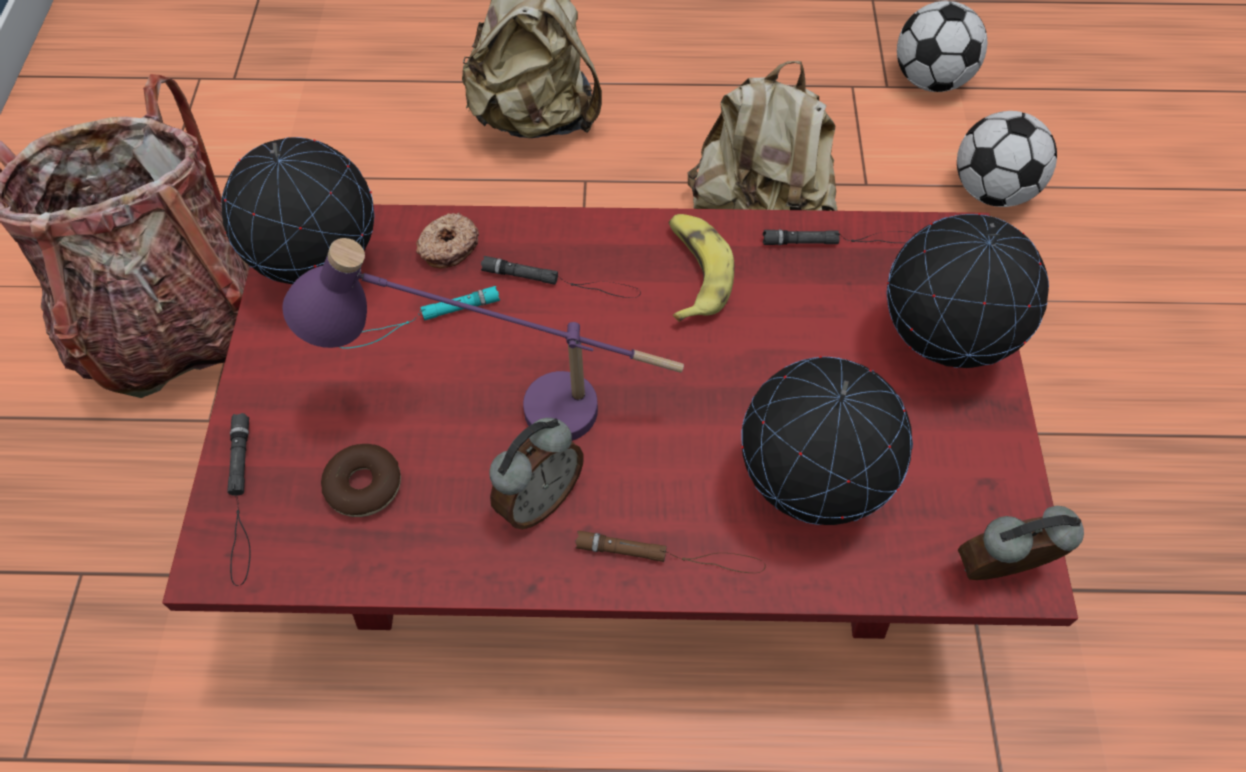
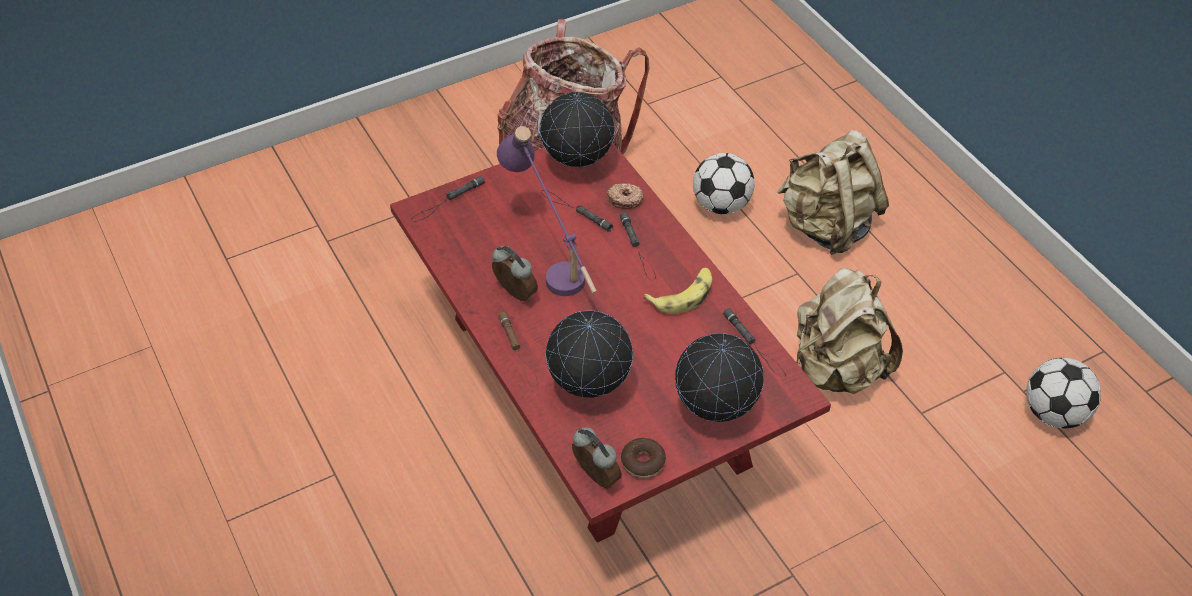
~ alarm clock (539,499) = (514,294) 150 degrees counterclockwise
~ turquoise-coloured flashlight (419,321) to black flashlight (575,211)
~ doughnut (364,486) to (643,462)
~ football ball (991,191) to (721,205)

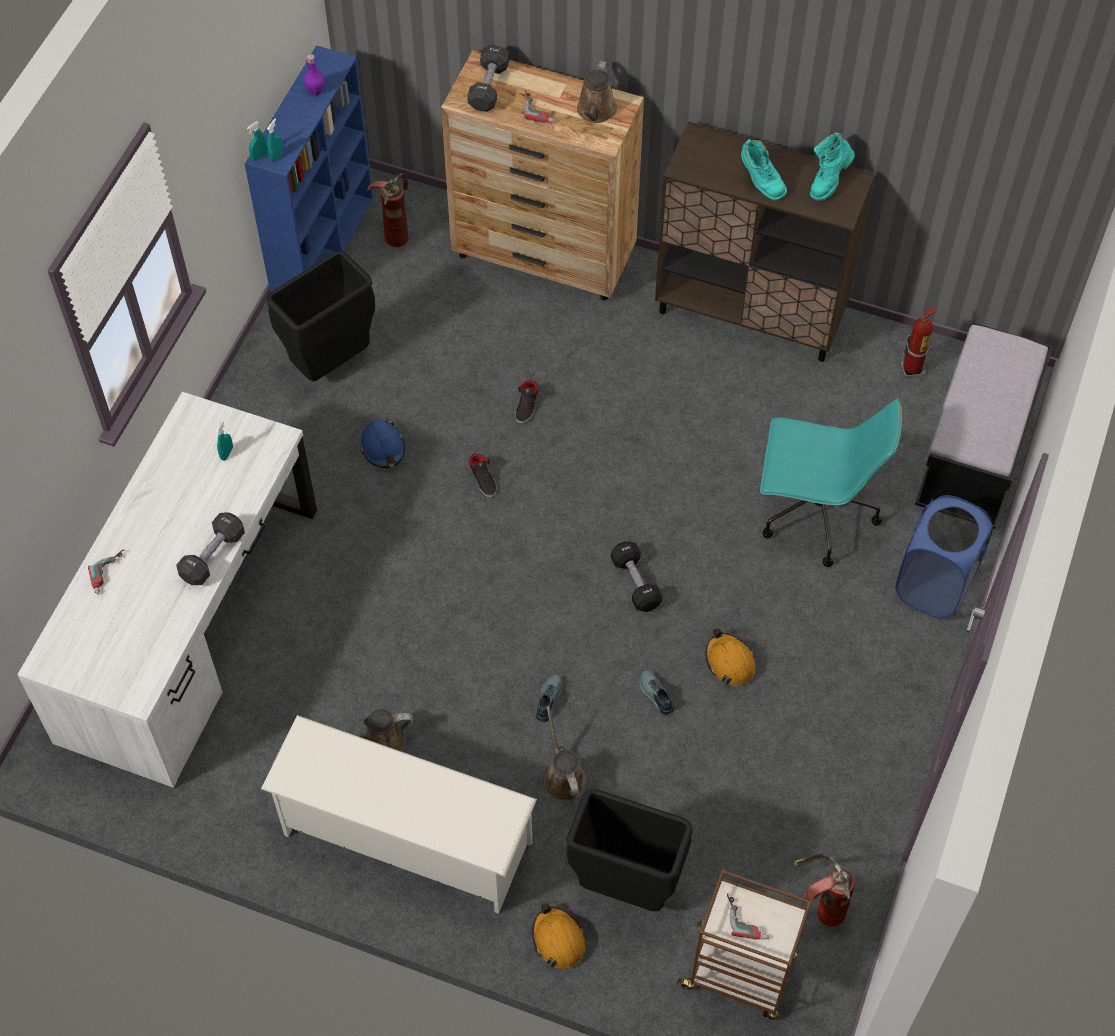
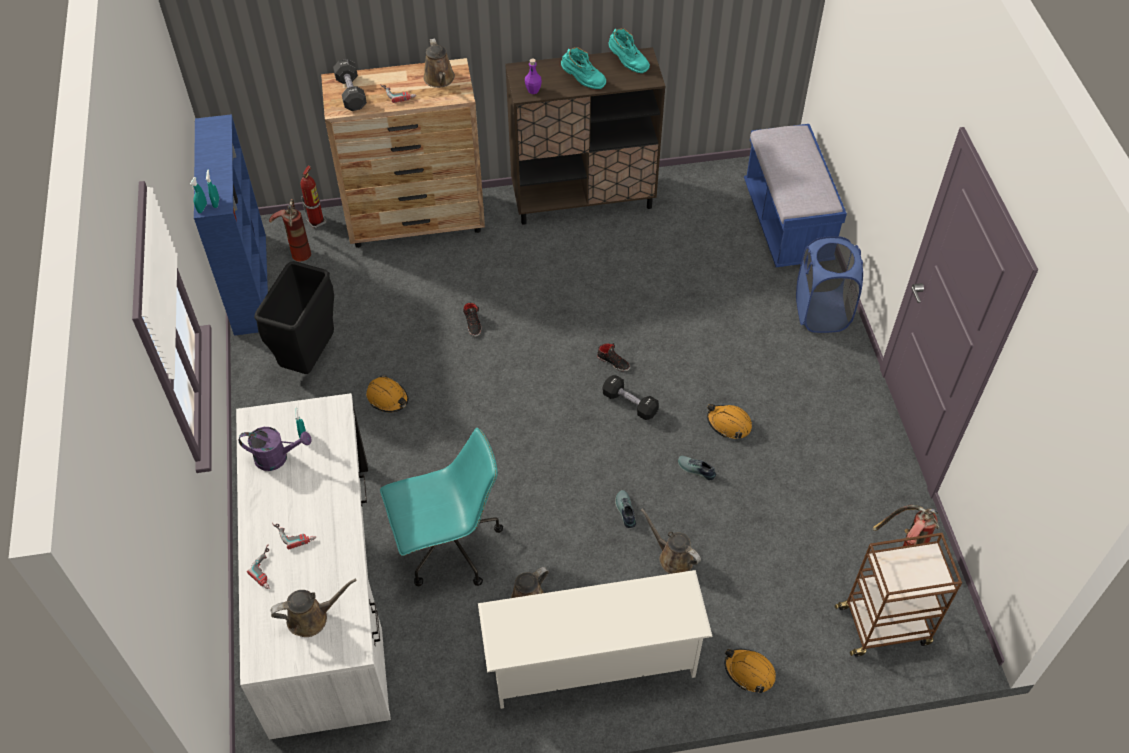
+ purple watering can (277,457)
+ brown-coloured watering can (311,617)
~ power drill (747,918) to (295,532)
~ fire extinguisher (912,369) to (317,221)
~ blue-coloured safety helmet (383,448) to orangey safety helmet (387,398)
~ turquoise-coloured desk chair (815,514) to (448,547)
~ purple drink bottle (315,91) to (533,90)
~ black item of footwear (483,480) to (613,362)
~ turquoise-coloured high-top boot (828,181) = (627,63) 60 degrees counterclockwise
~ black long seat (974,456) to blue-coloured long seat (787,223)
- black hand weight (213,556)
- black trash can (625,888)

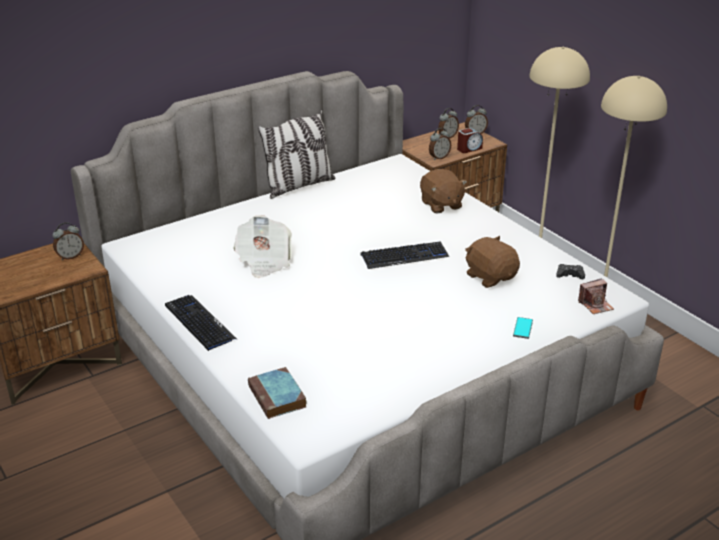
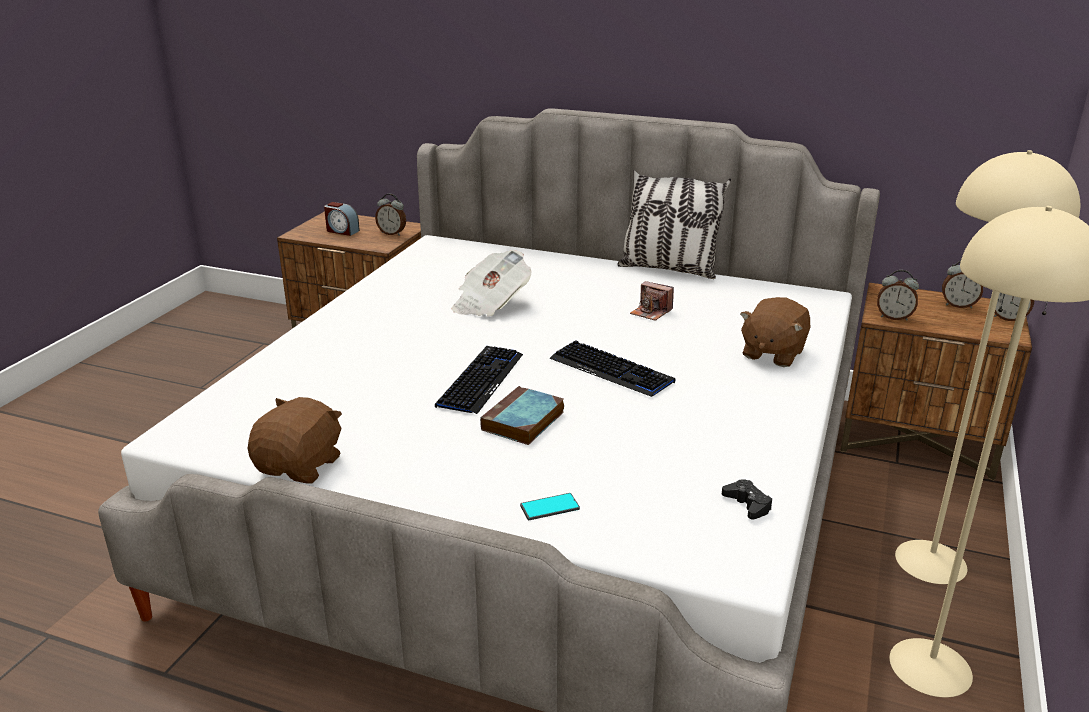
~ brown-coloured plush toy (490,276) to (301,466)
~ alarm clock (469,149) to (342,231)
~ computer keyboard (199,323) to (480,381)
~ volume (278,397) to (523,422)
~ still camera (595,305) to (651,312)

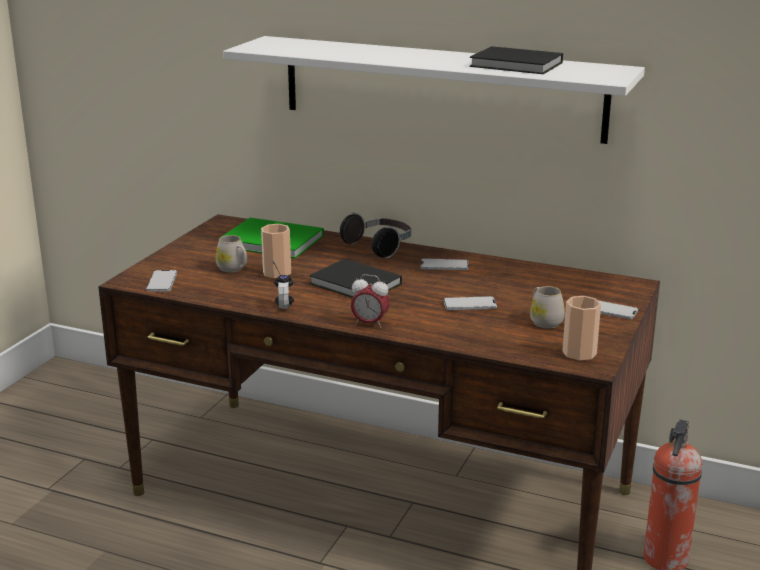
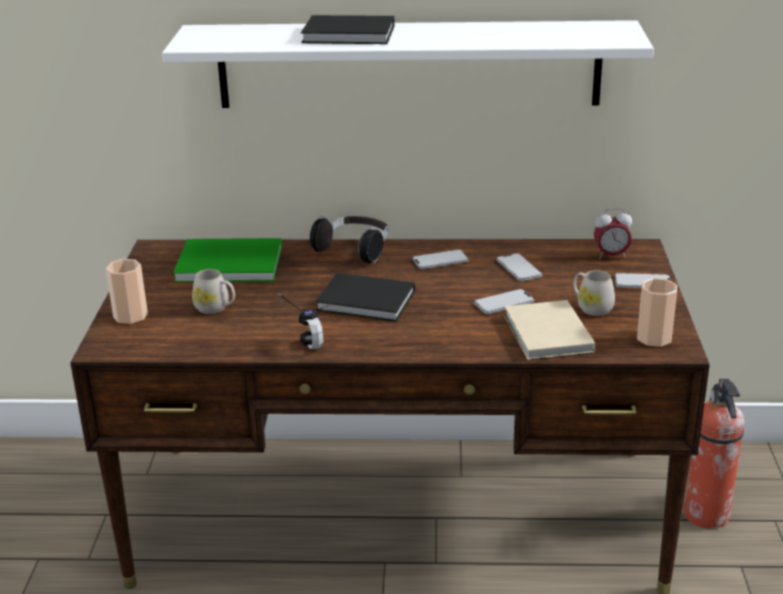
~ cup (277,273) to (130,316)
~ black volume (518,65) to (351,35)
~ handset (162,282) to (519,268)
+ beige volume (547,335)
~ alarm clock (370,324) to (611,256)

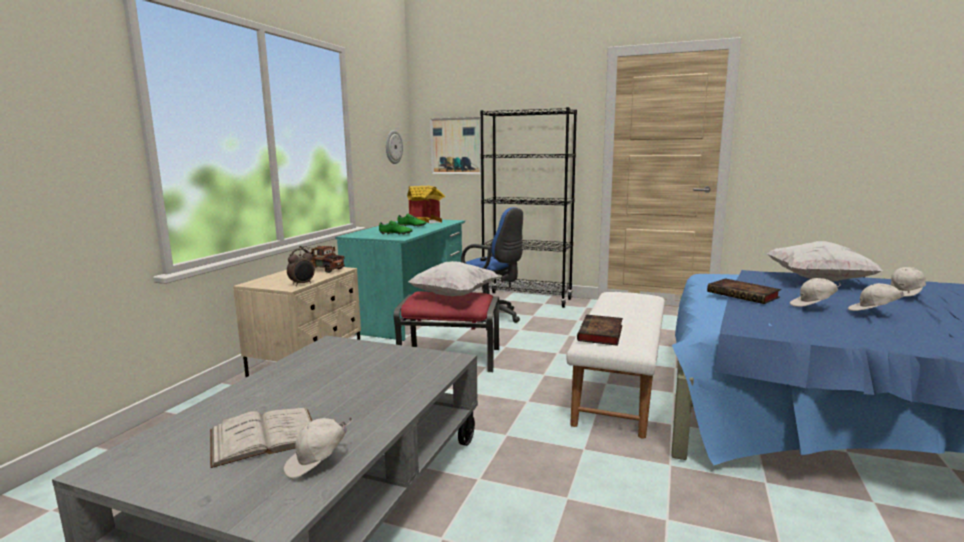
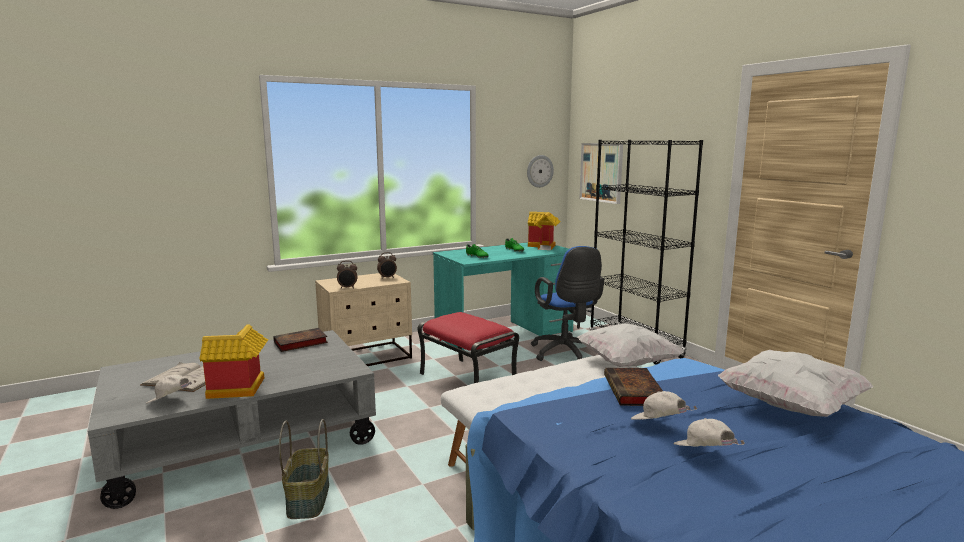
+ miniature house (238,390)
~ volume (601,334) to (299,343)
+ basket (307,499)
~ toy lorry (320,269) to alarm clock (387,278)
~ white-coloured throw pillow (454,295) to (627,363)
- white-coloured baseball cap (905,293)

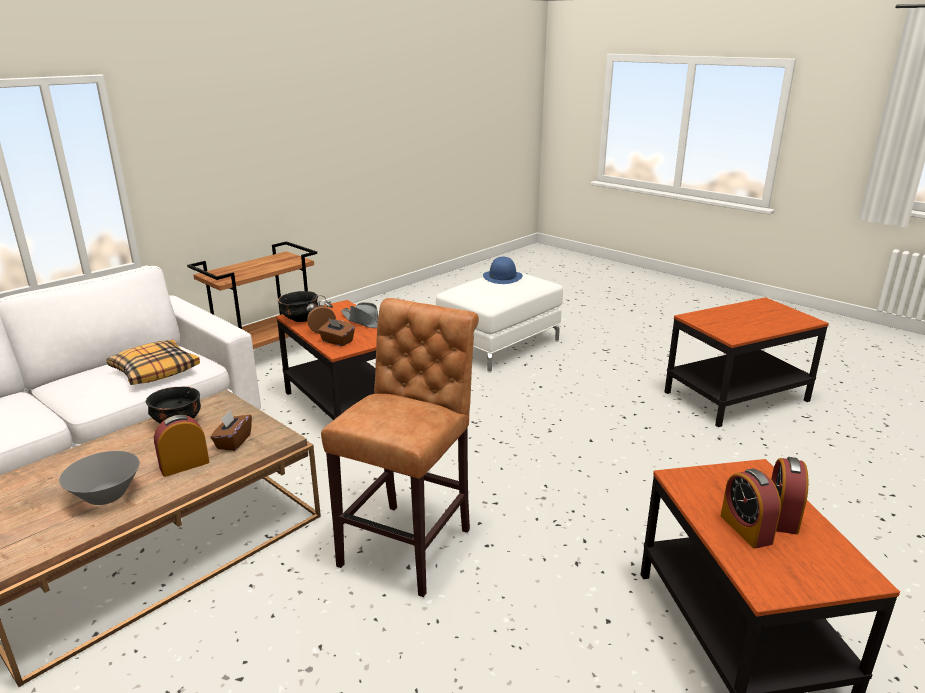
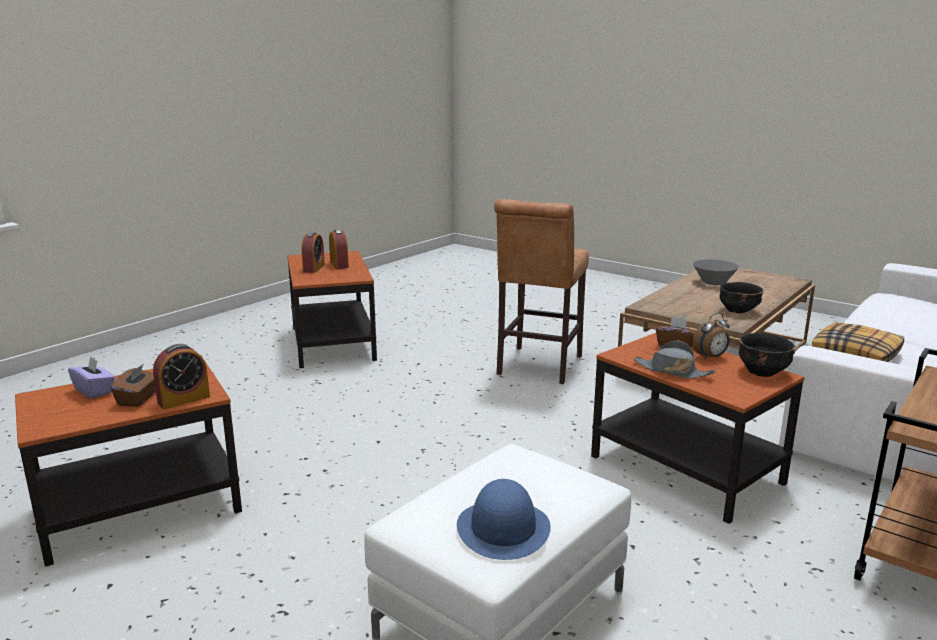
+ purple tissue holder (94,391)
~ brown-coloured tissue holder (233,442) to (138,399)
~ alarm clock (184,465) to (184,399)

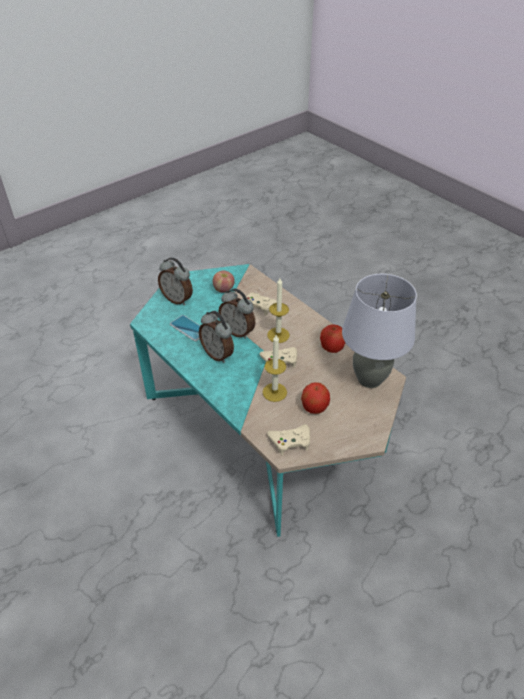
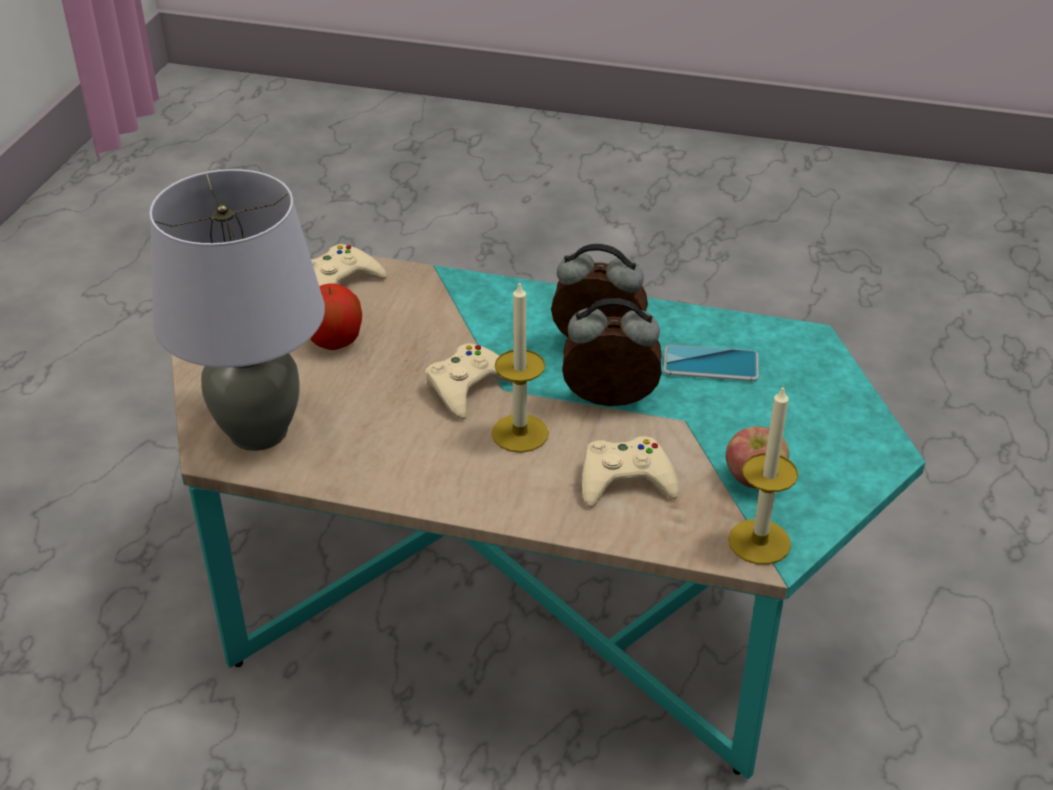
~ wax candle (274,392) to (759,542)
- alarm clock (177,299)
- whole apple (332,348)

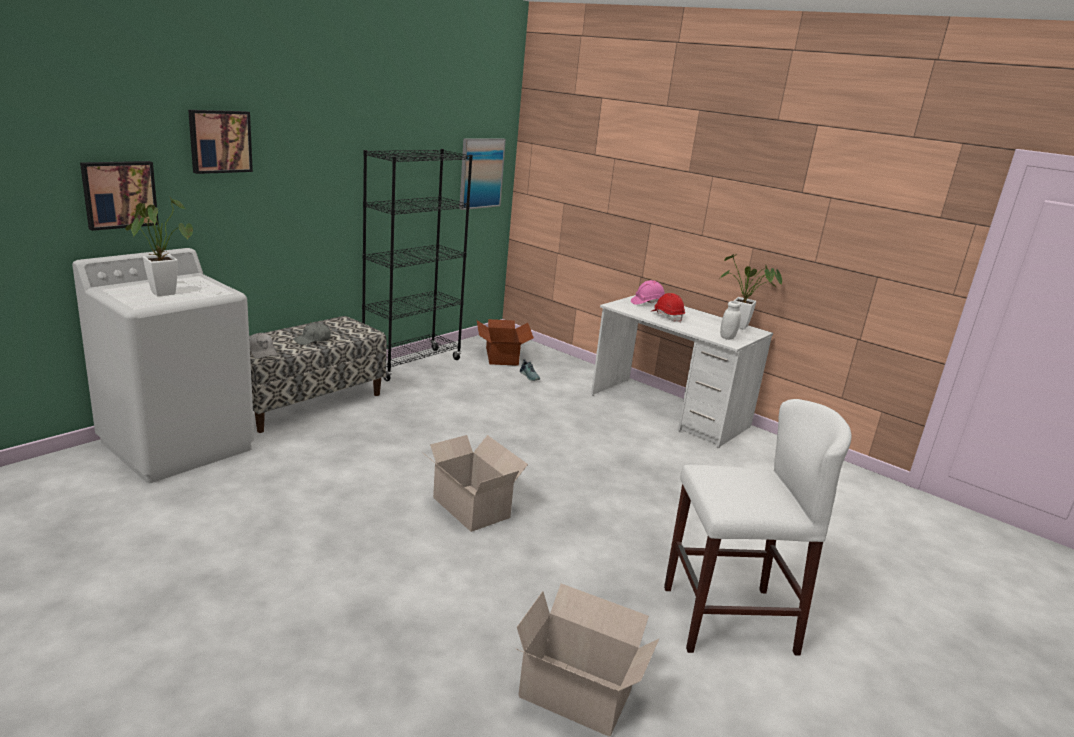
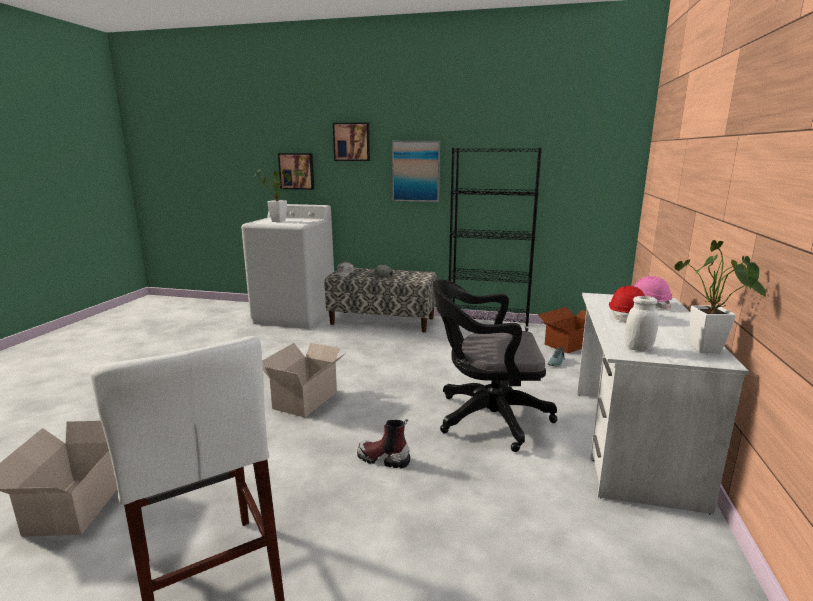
+ high-top boot (383,459)
~ picture (481,173) to (416,171)
+ black desk chair (486,418)

